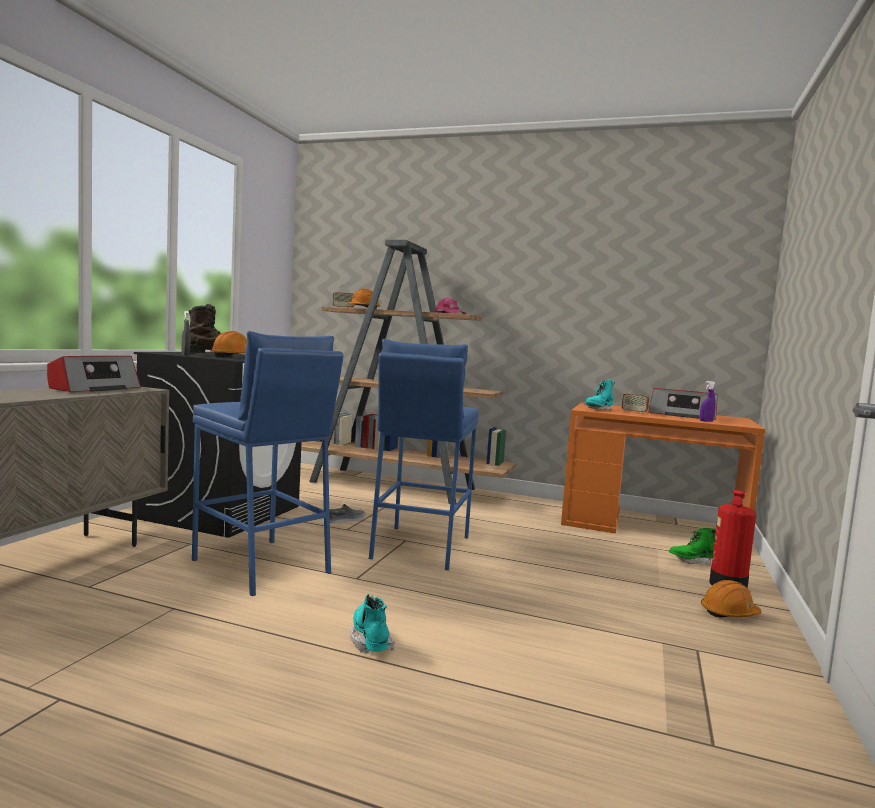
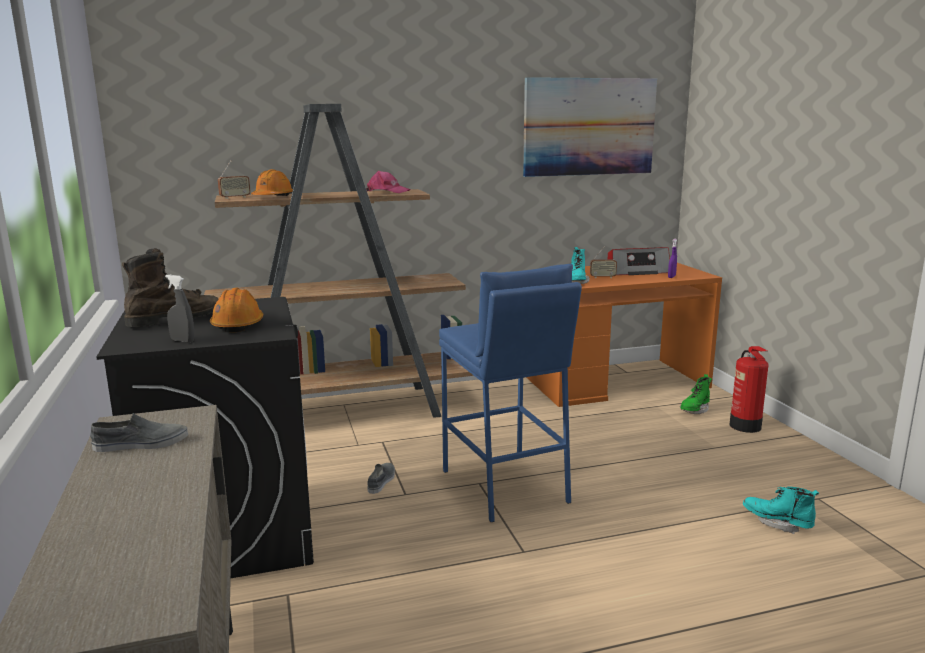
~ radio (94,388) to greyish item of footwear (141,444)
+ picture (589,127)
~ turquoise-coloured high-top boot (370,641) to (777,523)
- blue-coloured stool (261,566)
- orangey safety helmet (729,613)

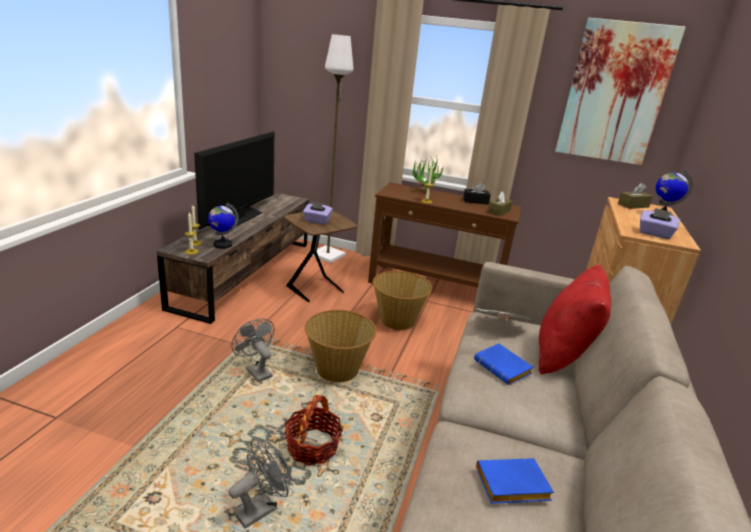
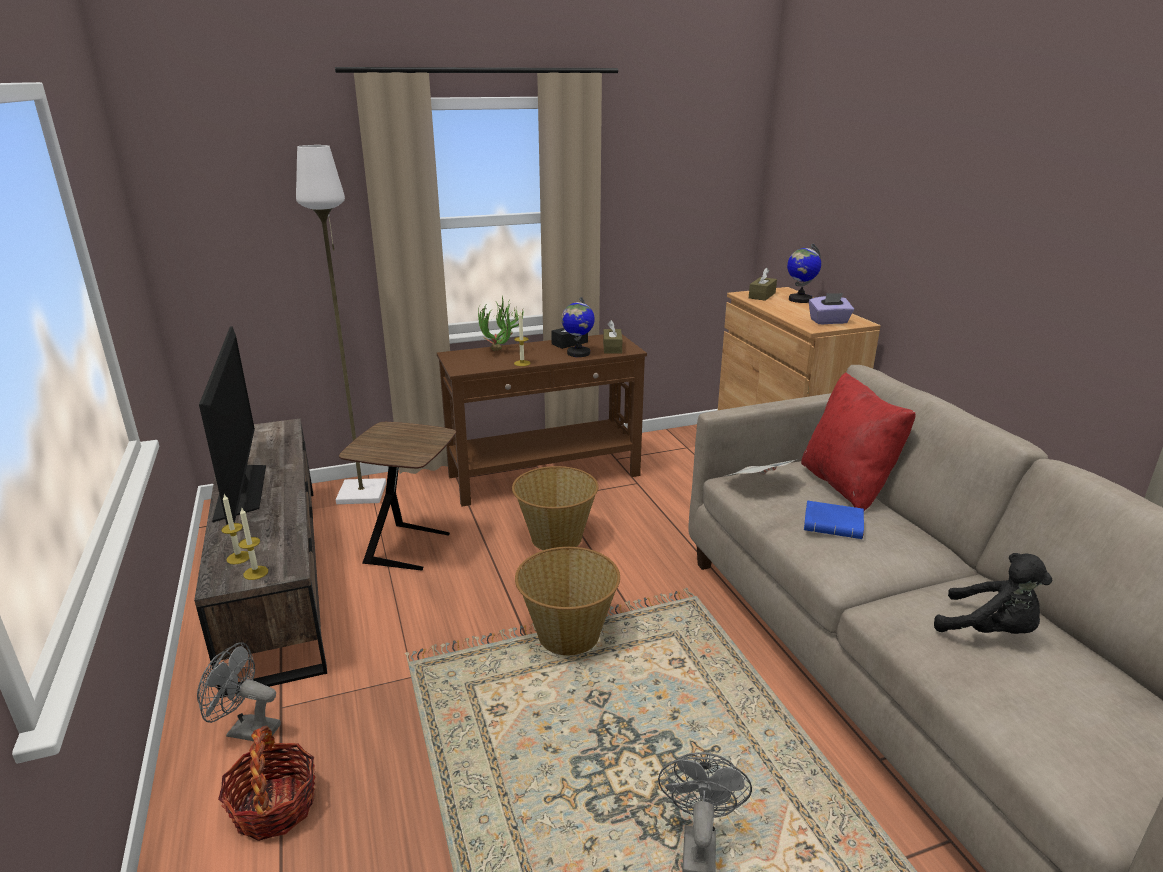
~ greyish fan (255,371) to (246,730)
~ basket (312,446) to (274,806)
~ world globe (222,245) to (578,353)
~ blue-coloured volume (510,487) to black plush toy (989,631)
- purple tissue holder (317,221)
- picture (615,93)

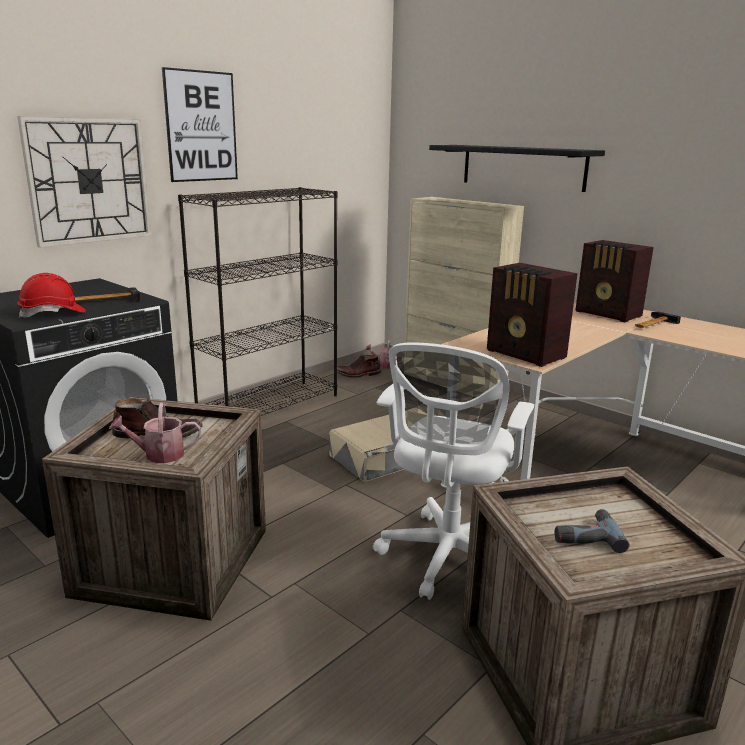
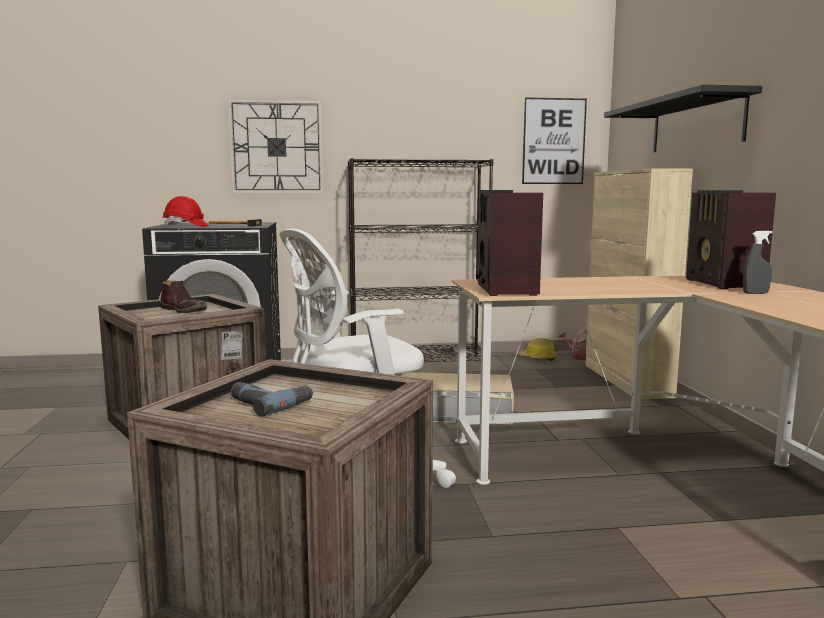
~ brown-coloured high-top boot (357,374) to safety helmet (537,358)
~ picture (201,126) to (553,141)
~ tool hammer (651,324) to greyish hand sprayer (755,293)
- watering can (159,455)

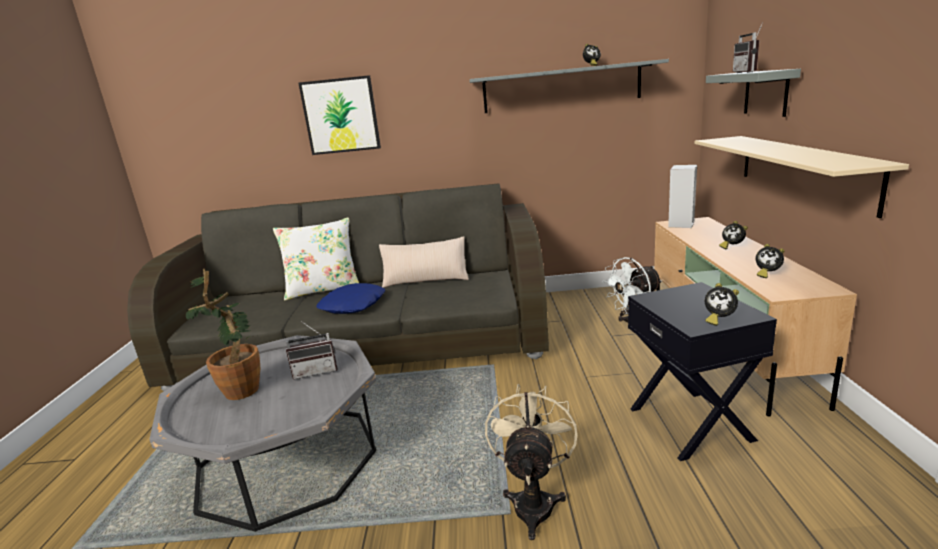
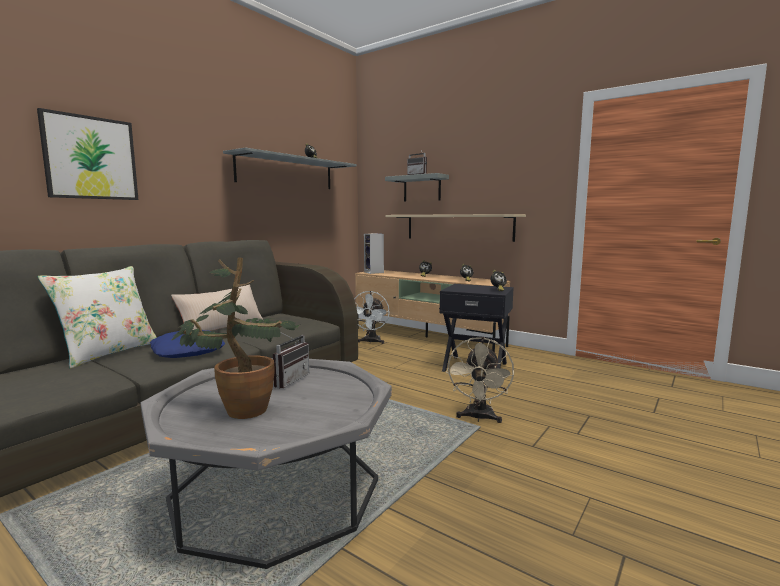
~ beige fan (534,501) = (479,418) 120 degrees counterclockwise

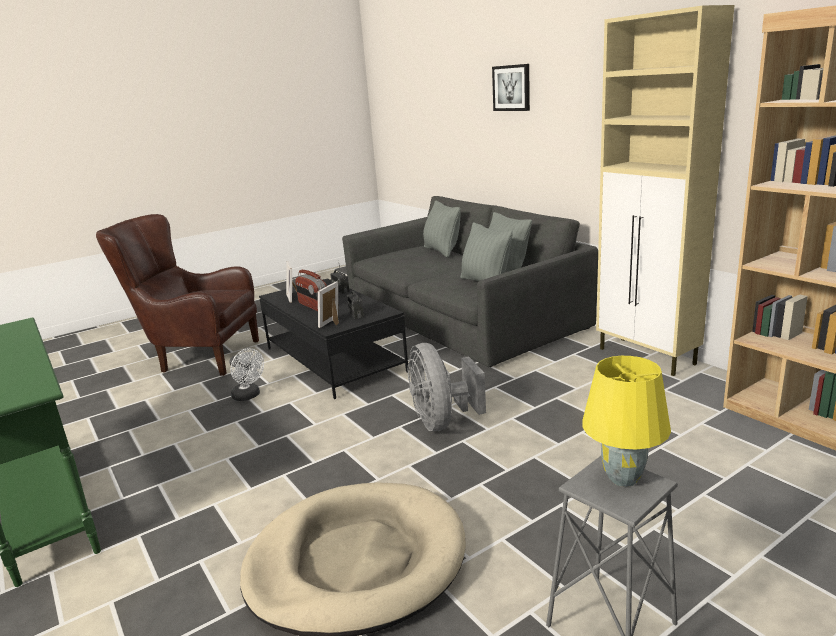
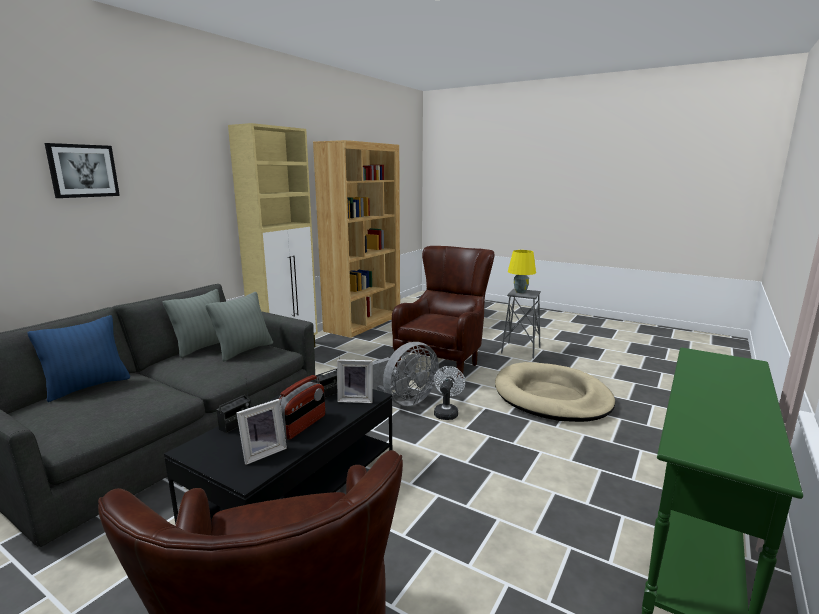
~ greyish throw pillow (442,251) to blue-coloured throw pillow (88,387)
+ brown-coloured armchair (444,365)
~ white-coloured fan (249,396) to (446,412)

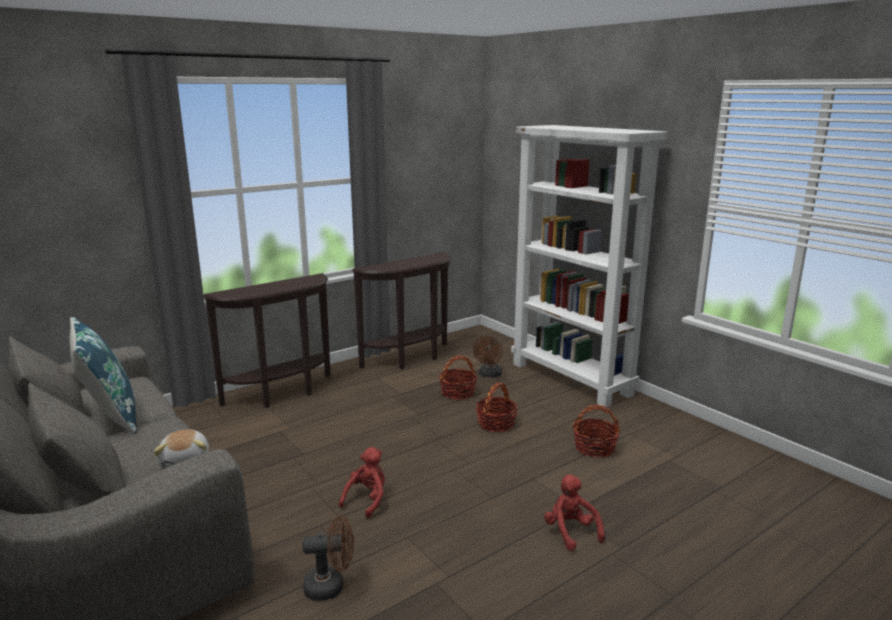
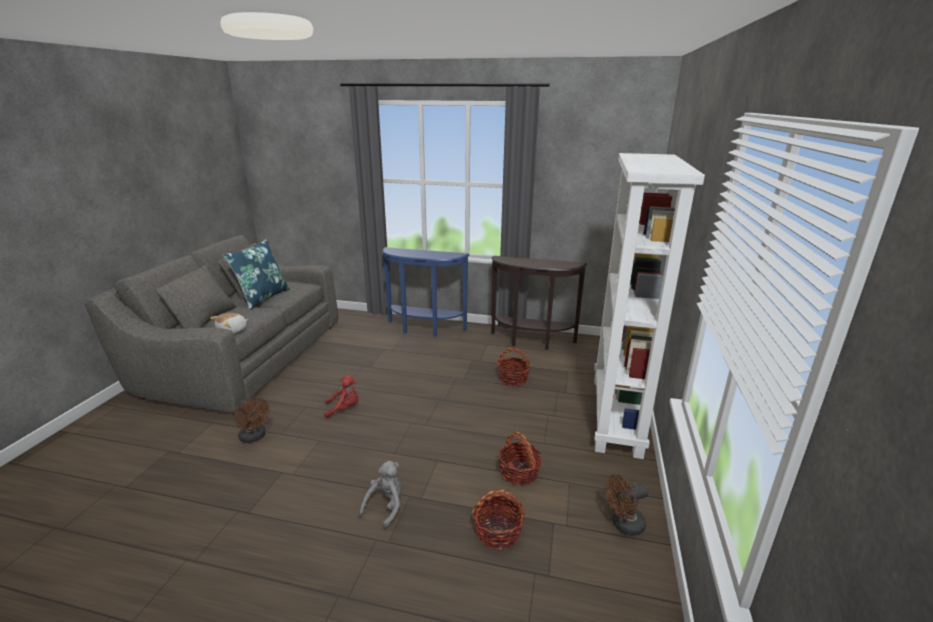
~ reddish plush toy (571,532) to greyish plush toy (385,507)
~ brown-coloured narrow table (283,394) to blue-coloured narrow table (424,329)
~ basket (496,424) to (497,532)
~ brown-coloured fan (489,375) to (623,525)

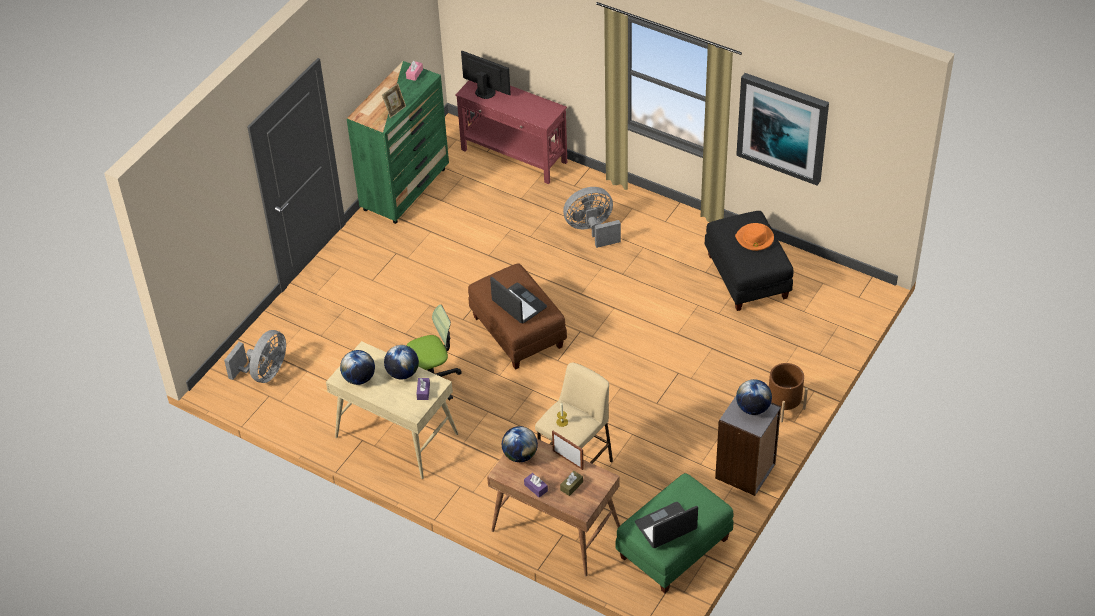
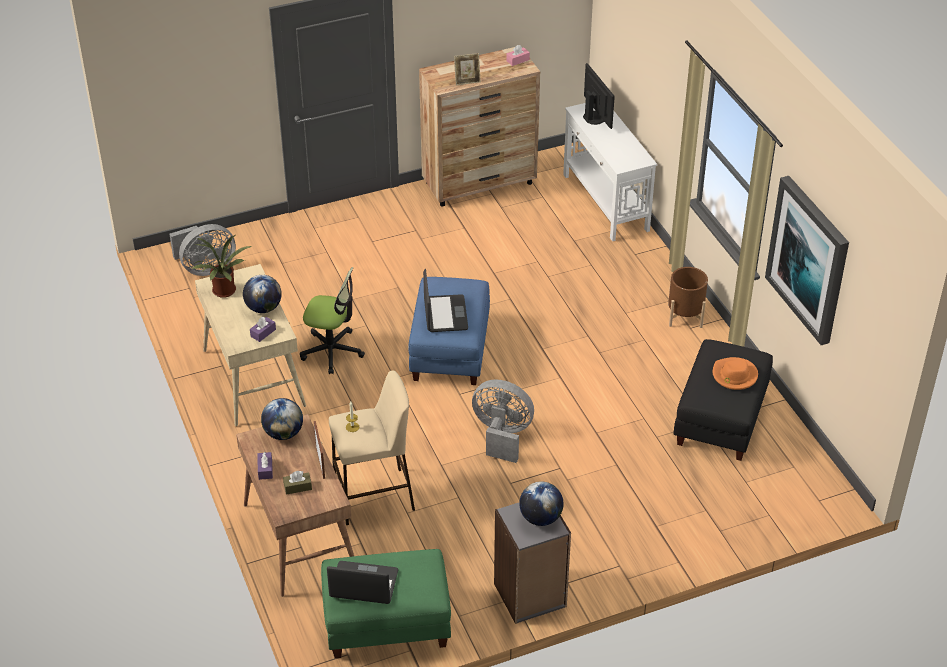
~ world globe (359,378) to potted plant (224,292)
~ brown-coloured pouffe (517,332) to blue-coloured pouffe (449,350)
~ greenish drawer chest (405,189) to brown-coloured drawer chest (480,183)
~ greyish fan (592,230) to (502,435)
~ reddish narrow table (514,156) to white-coloured narrow table (605,203)
~ brown-coloured plant pot (784,406) to (685,316)

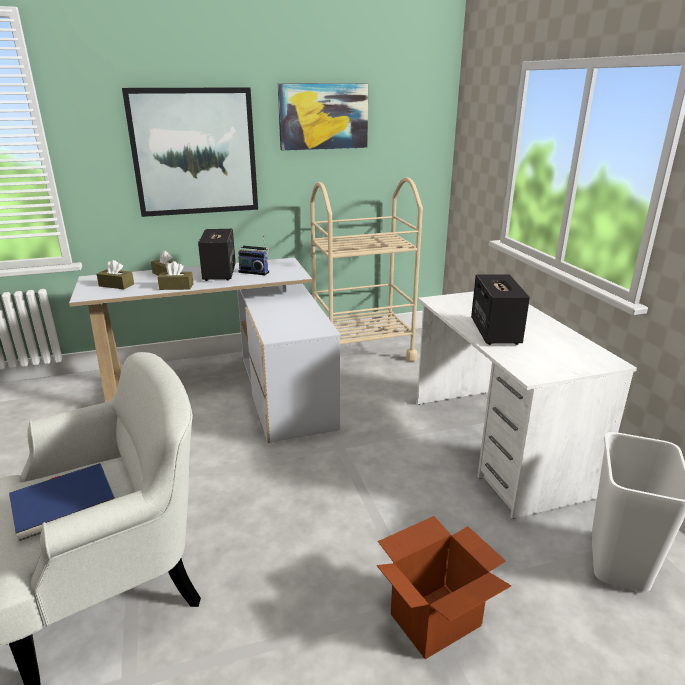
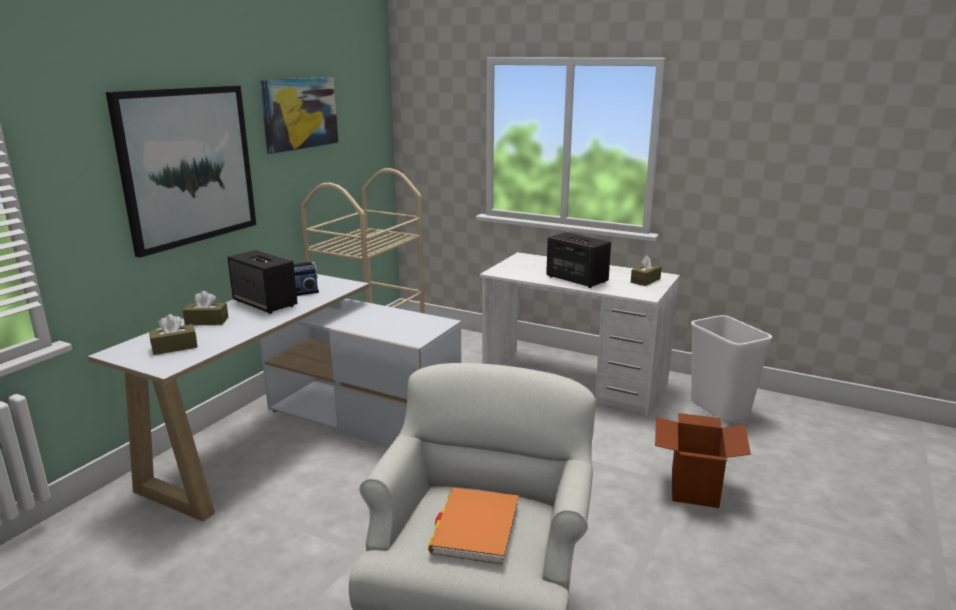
~ blue-coloured volume (63,503) to orangey volume (475,529)
~ brown-coloured tissue holder (176,287) to (645,280)

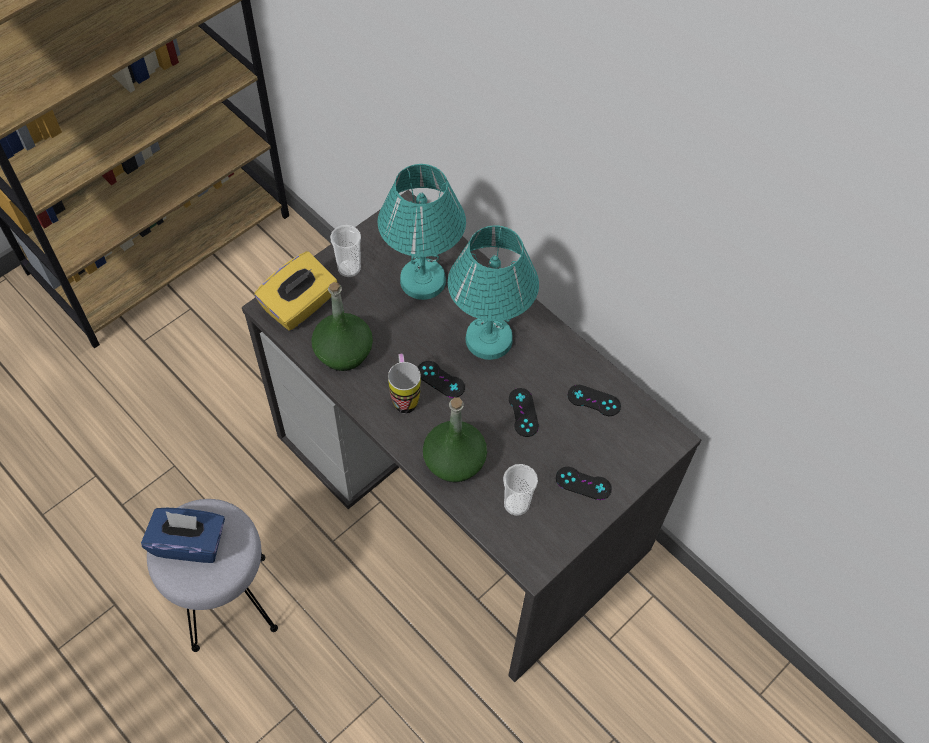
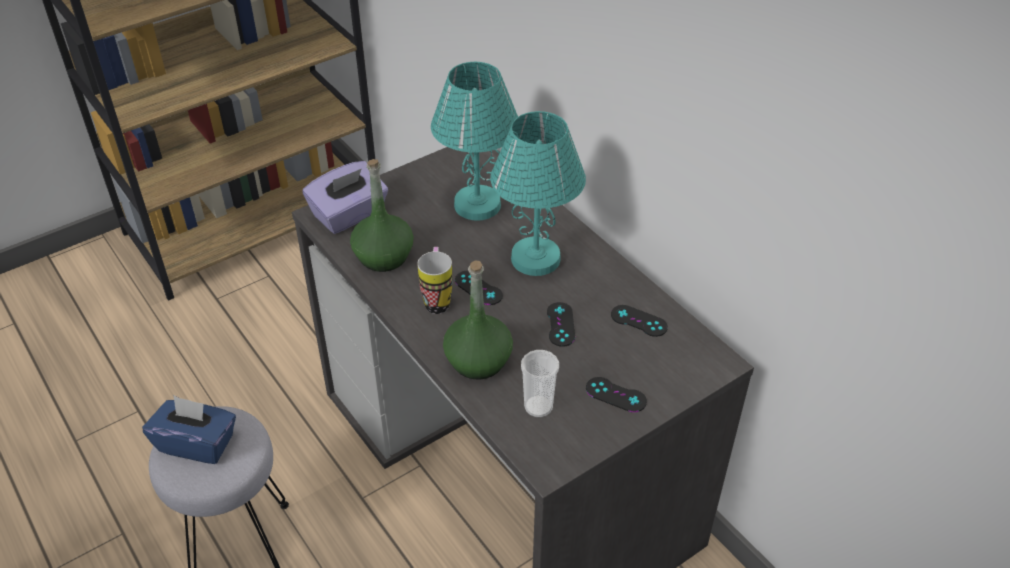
~ yellowish tissue holder (300,306) to purple tissue holder (349,215)
- cup (349,268)

